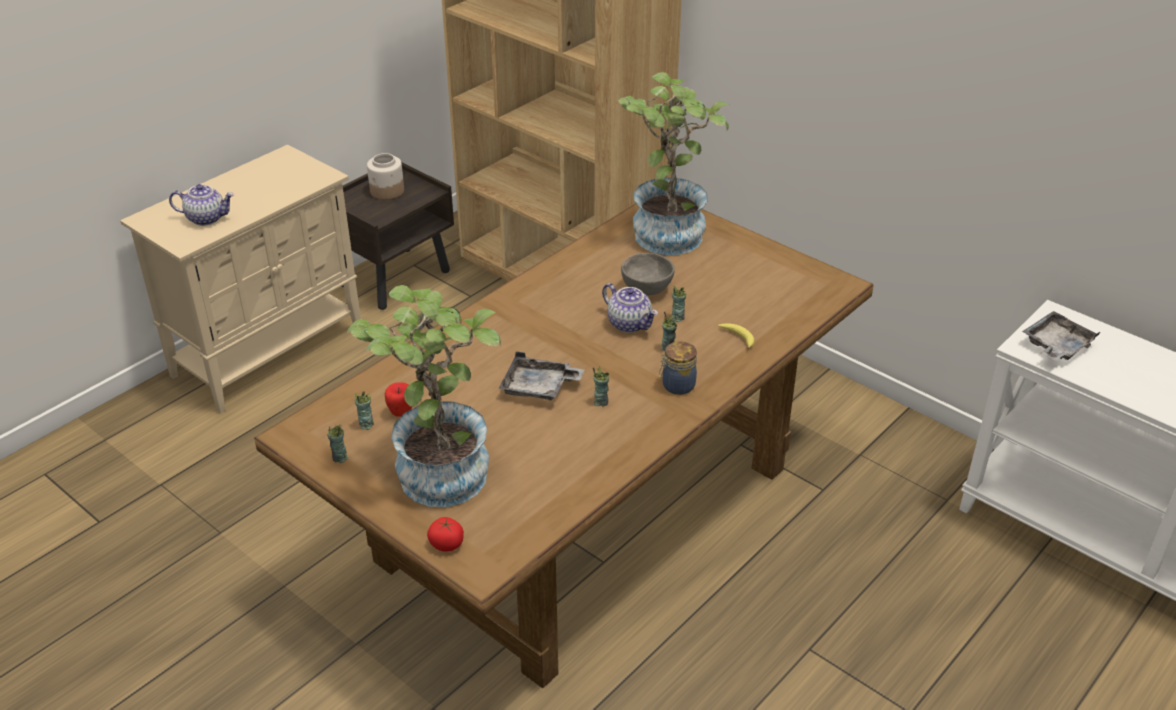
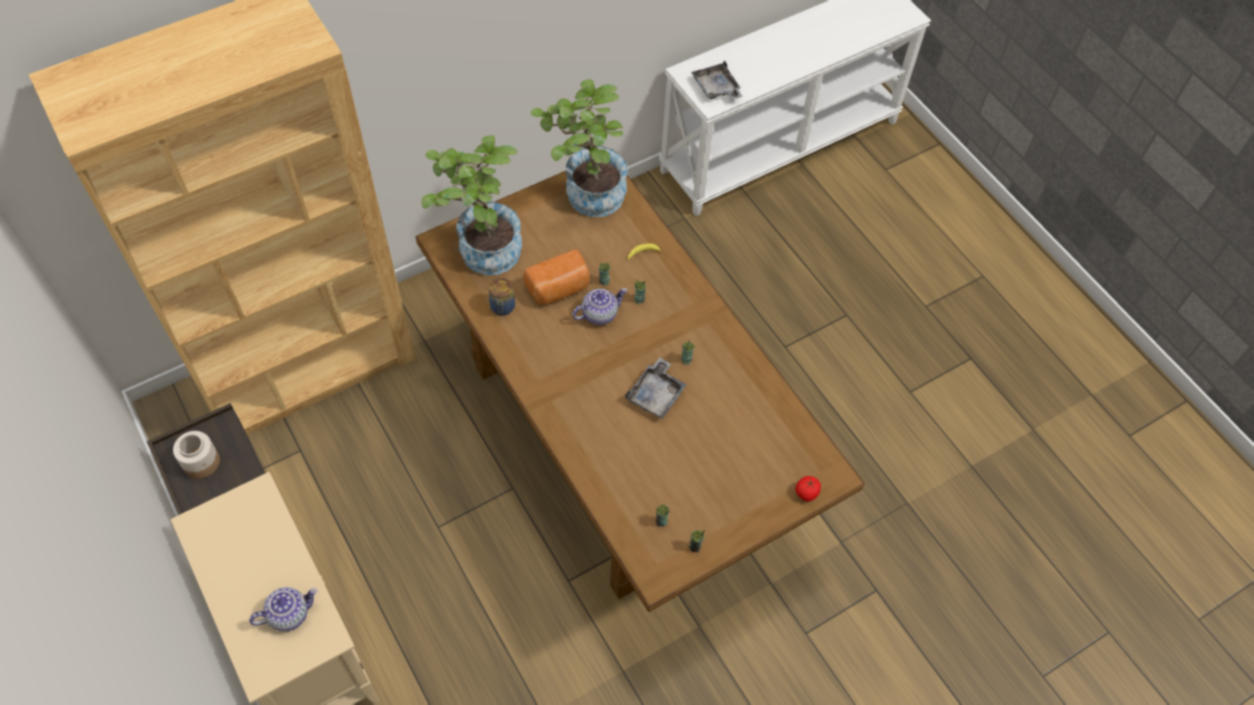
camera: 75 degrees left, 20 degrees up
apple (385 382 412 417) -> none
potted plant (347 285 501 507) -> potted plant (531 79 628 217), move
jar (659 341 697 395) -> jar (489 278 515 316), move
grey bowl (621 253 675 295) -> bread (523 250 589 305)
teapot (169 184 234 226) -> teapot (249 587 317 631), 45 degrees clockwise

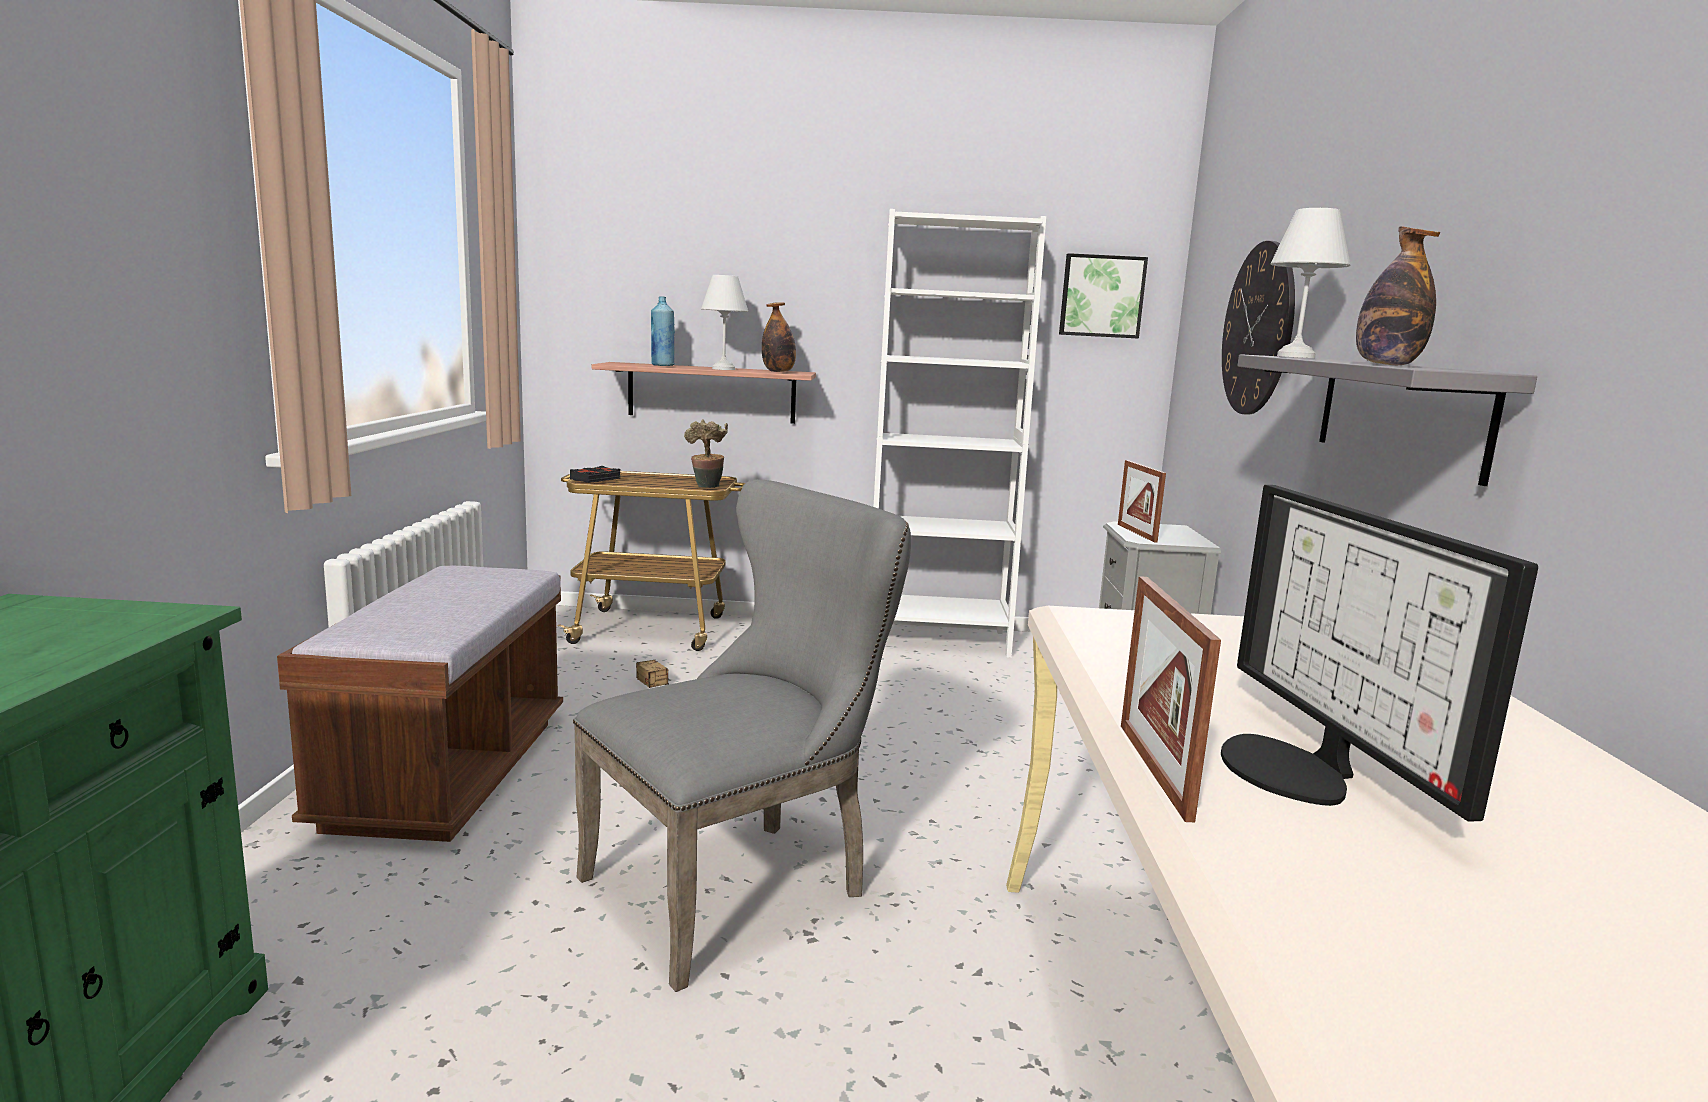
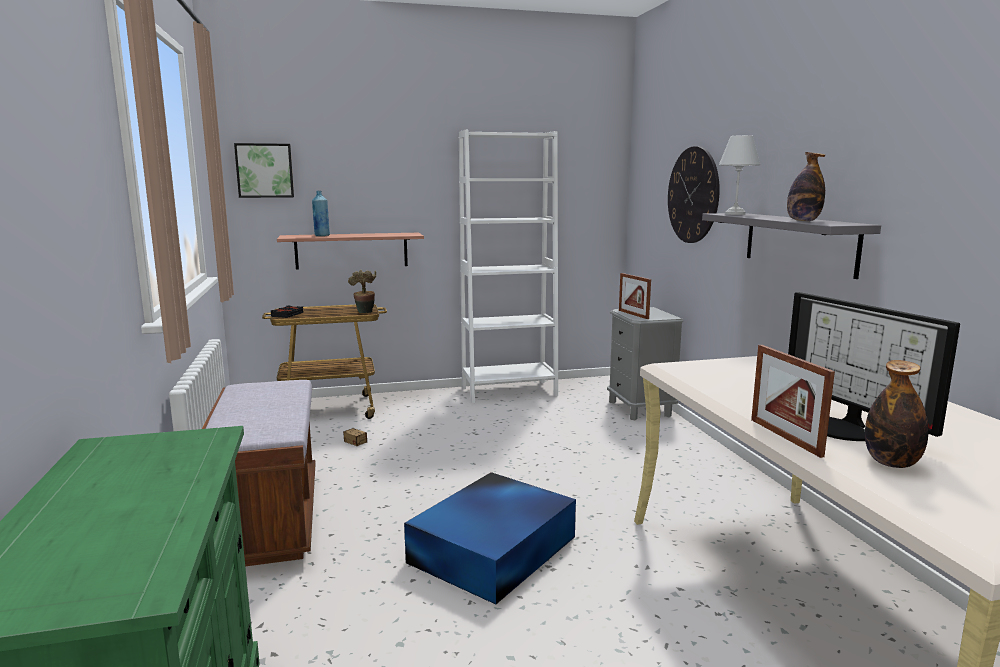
camera: 15 degrees left, 0 degrees up
white table lamp (701 275 748 370) -> none
bottle (762 302 796 372) -> bottle (865 360 929 468), move
picture (1059 253 1148 339) -> picture (234 143 294 198), move
grey chair (573 479 911 992) -> blue storage box (404 472 576 604)

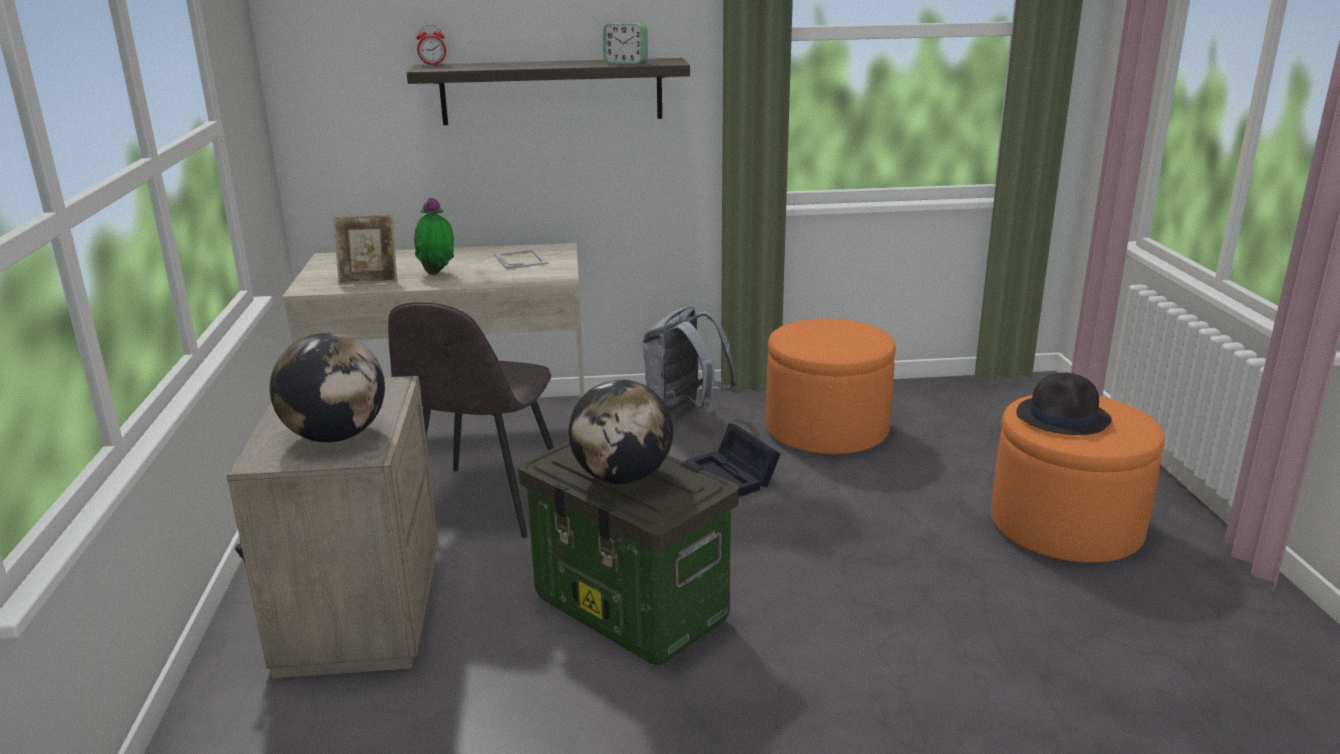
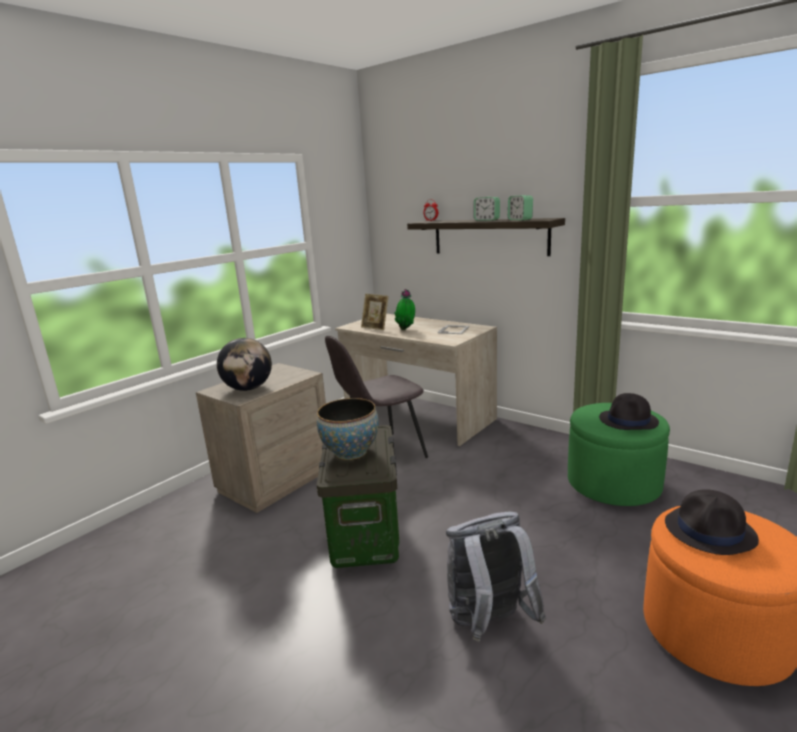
camera: 45 degrees right, 5 degrees down
black storage box (687 423 781 497) -> none
none -> alarm clock (474 197 500 221)
none -> black hat (599 393 659 430)
grey backpack (642 306 738 423) -> grey backpack (446 511 546 642), move
globe (569 379 673 484) -> bowl (317 398 379 460)
orange ottoman (766 318 896 454) -> green ottoman (568 403 670 506)

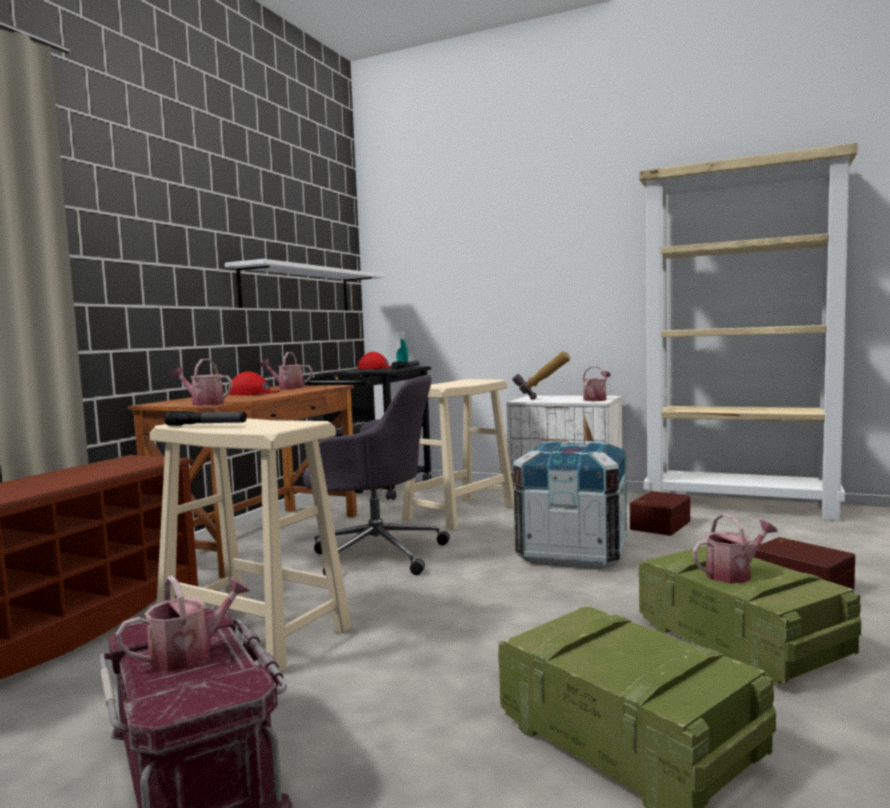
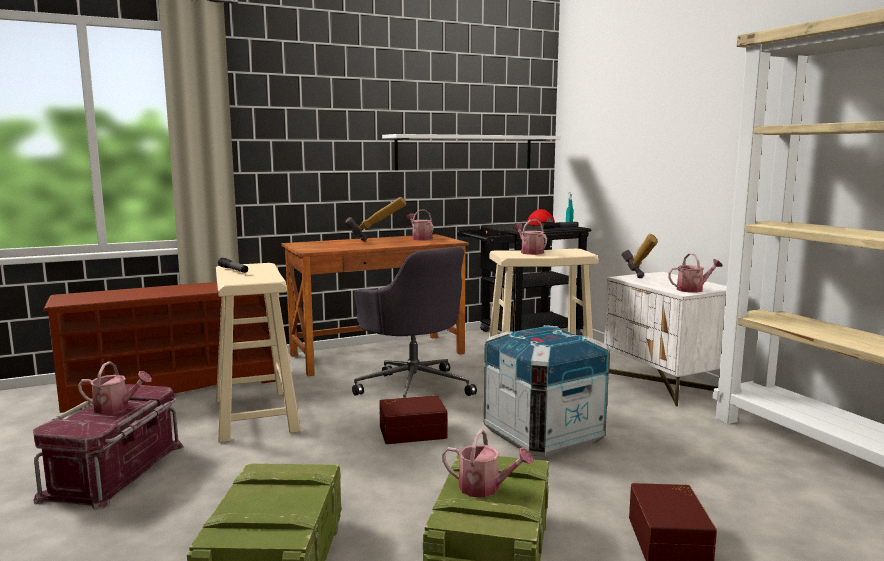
camera: 40 degrees right, 5 degrees up
watering can (171 359 232 406) -> watering can (513 219 547 255), move
brown storage box (630 491 690 536) -> brown storage box (379 395 447 444), move
red cap (228 372 280 395) -> hammer (345 197 406 241)

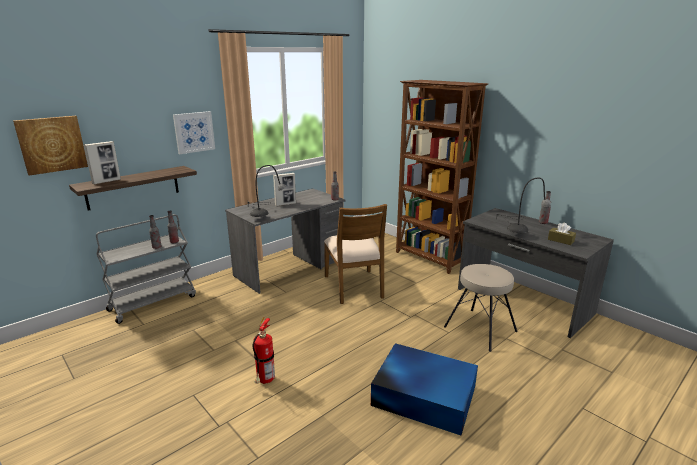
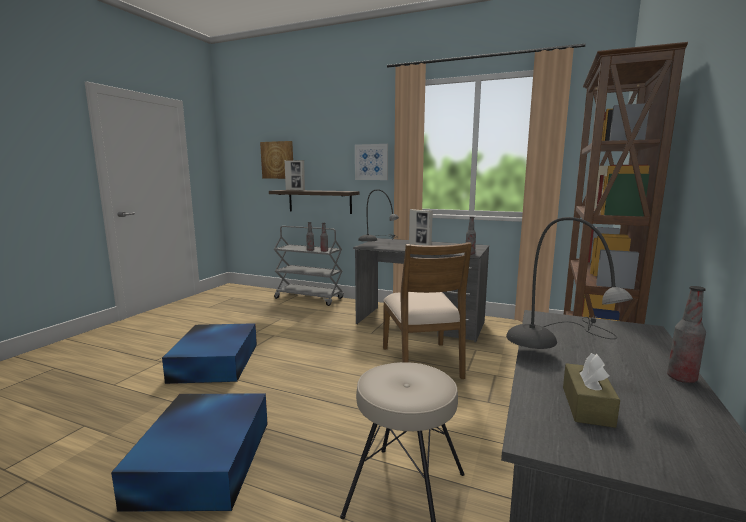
camera: 65 degrees right, 10 degrees down
fire extinguisher (252 318 275 384) -> blue storage box (162 323 257 384)
brown chair (324 204 387 304) -> brown chair (383 242 472 379), 60 degrees counterclockwise

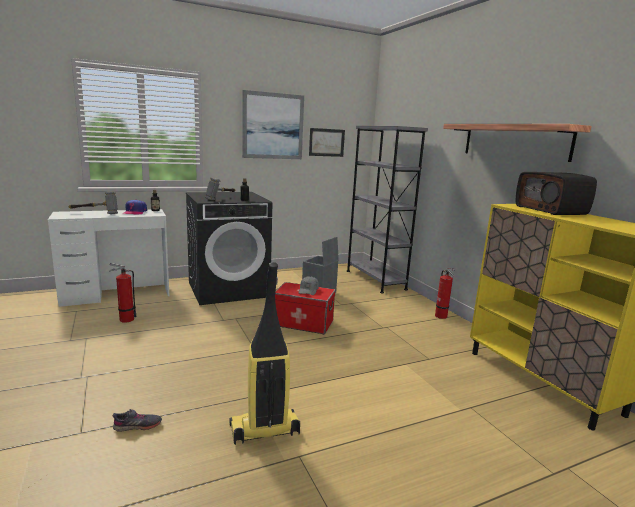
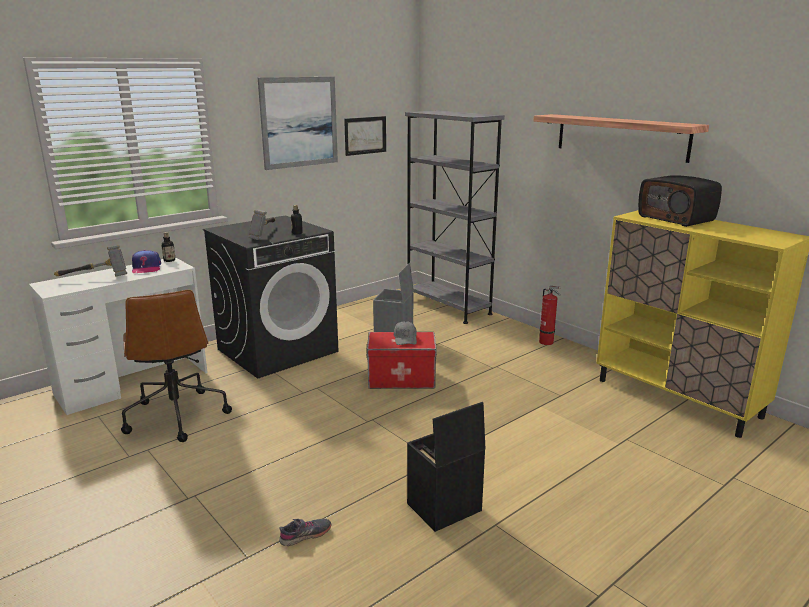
camera: 15 degrees left, 5 degrees up
fire extinguisher (110 263 136 323) -> brown office chair (121 290 232 442)
vacuum cleaner (229 262 300 445) -> black storage box (407 402 485 532)

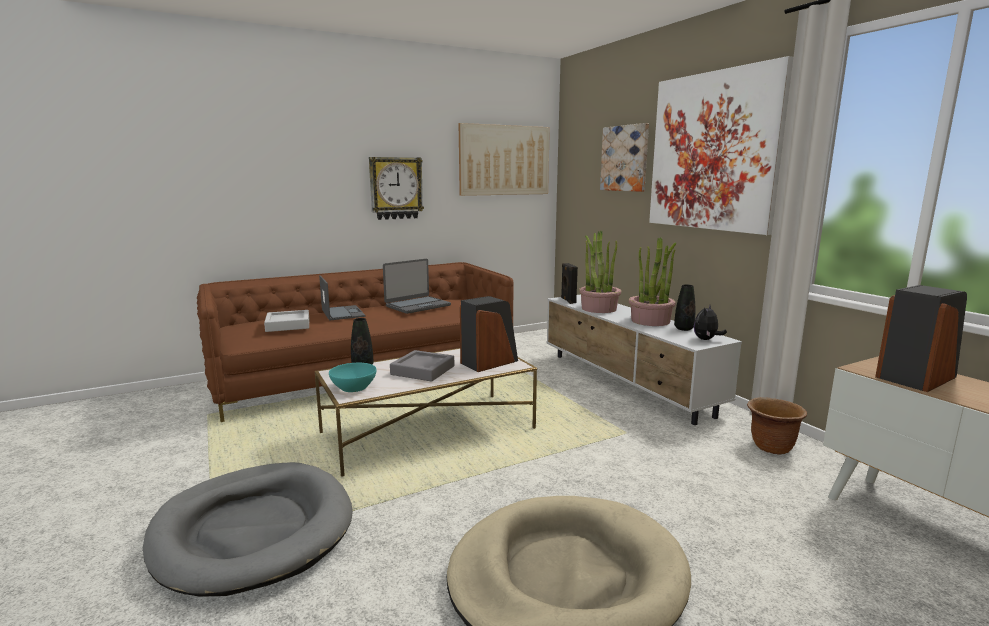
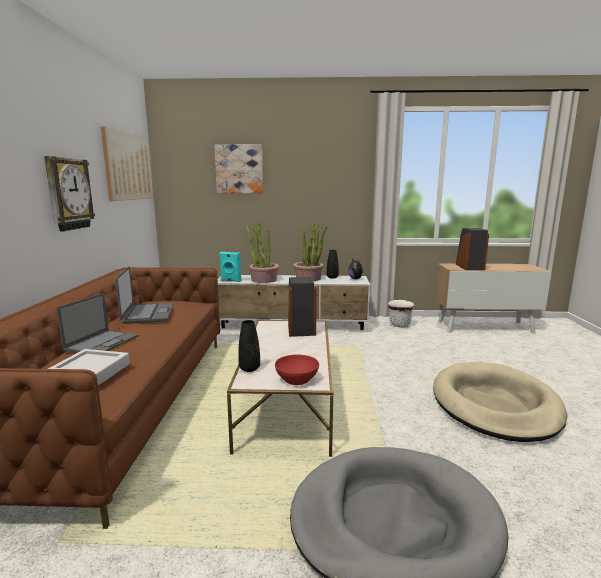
camera: 60 degrees left, 0 degrees up
grey tray (390 350 454 381) -> none
picture (649 56 793 235) -> none
turquoise bowl (329 363 377 392) -> red bowl (275 355 319 385)
black speaker (561 263 578 304) -> turquoise speaker (219 252 241 282)
brown planter (747 397 807 455) -> white planter (387 300 415 327)
laptop (319 275 365 321) -> laptop (56 293 139 353), 105 degrees clockwise

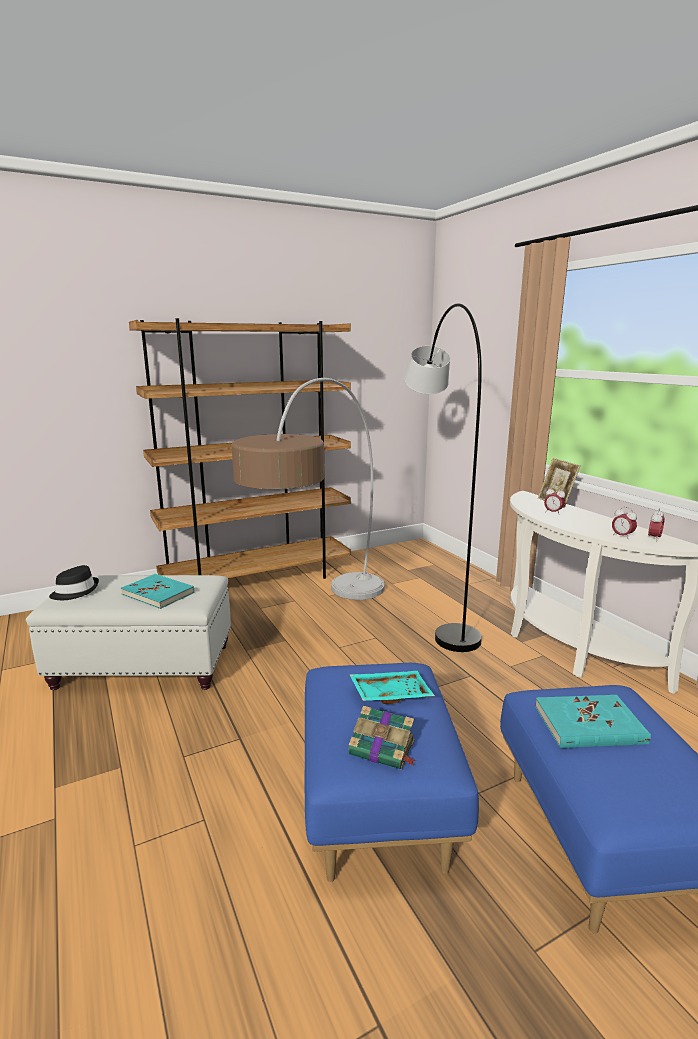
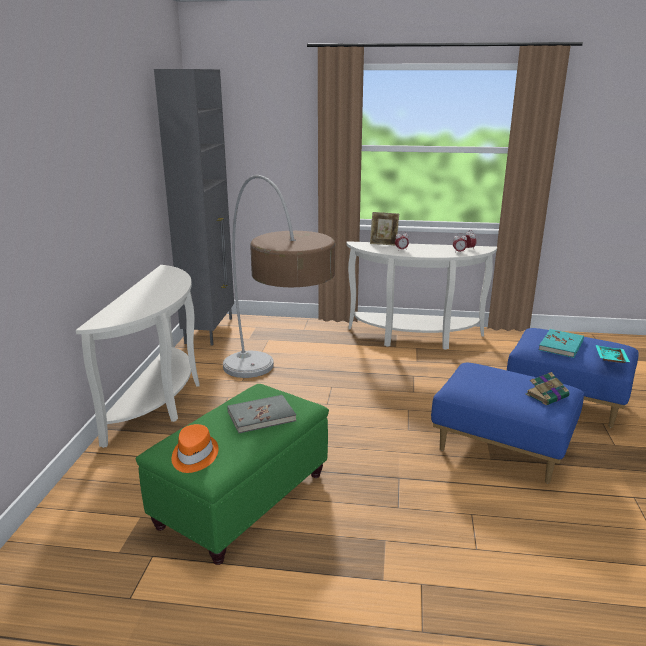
camera: 55 degrees left, 5 degrees up
grey floor lamp (405 303 482 652) -> none
none -> grey cabinet (154 69 234 346)
turquoise tray (349 671 435 704) -> turquoise tray (596 345 630 363), move
brown bookcase (129 318 351 579) -> white console table (76 265 199 448)
white ottoman (26 575 231 690) -> green ottoman (136 384 329 565)
black hat (49 565 99 600) -> orange hat (172 424 219 473)
turquoise book (121 574 194 609) -> grey book (227 395 296 433)

